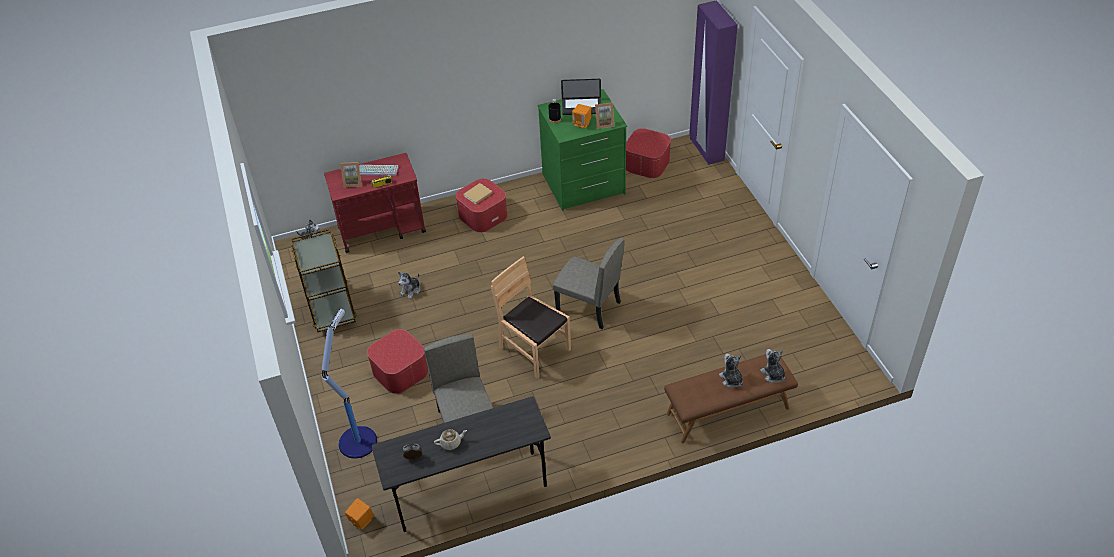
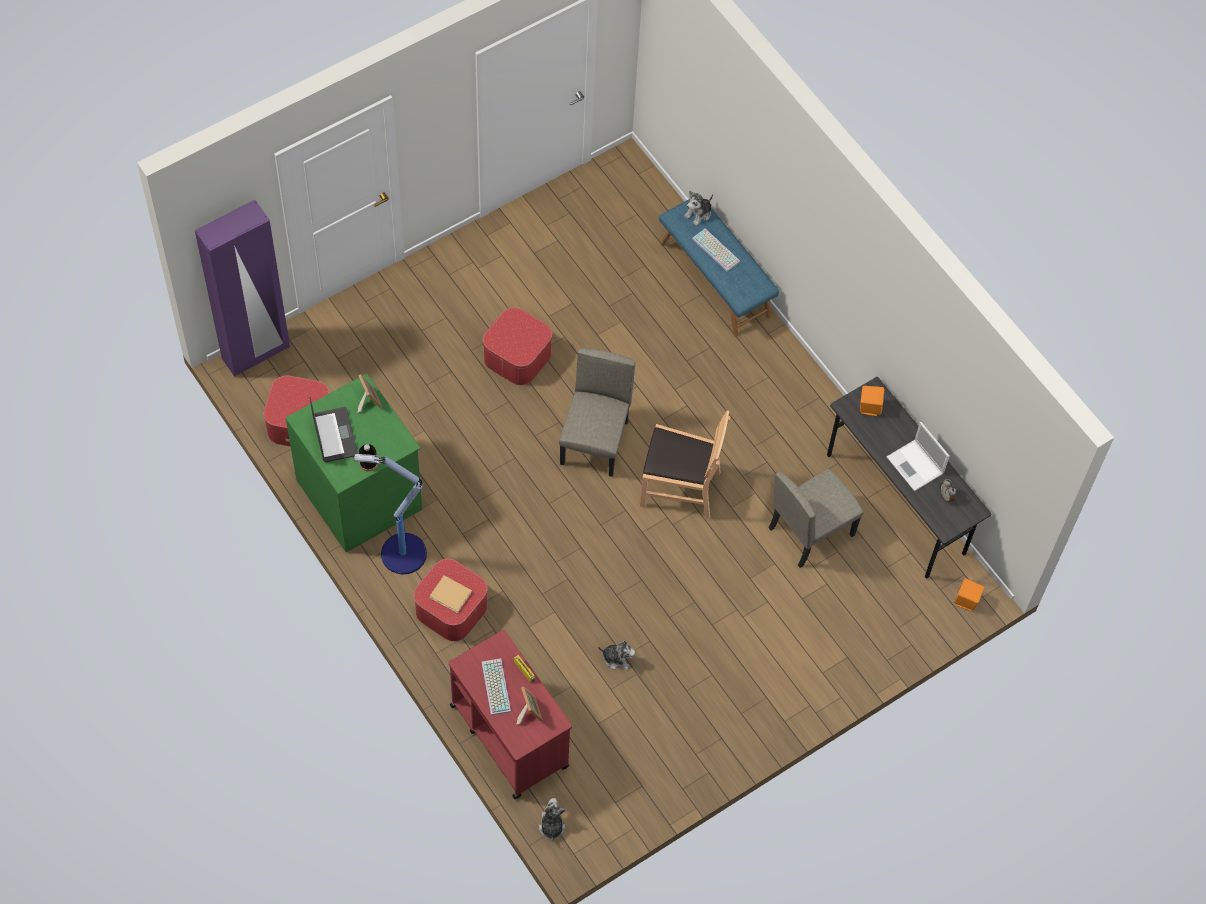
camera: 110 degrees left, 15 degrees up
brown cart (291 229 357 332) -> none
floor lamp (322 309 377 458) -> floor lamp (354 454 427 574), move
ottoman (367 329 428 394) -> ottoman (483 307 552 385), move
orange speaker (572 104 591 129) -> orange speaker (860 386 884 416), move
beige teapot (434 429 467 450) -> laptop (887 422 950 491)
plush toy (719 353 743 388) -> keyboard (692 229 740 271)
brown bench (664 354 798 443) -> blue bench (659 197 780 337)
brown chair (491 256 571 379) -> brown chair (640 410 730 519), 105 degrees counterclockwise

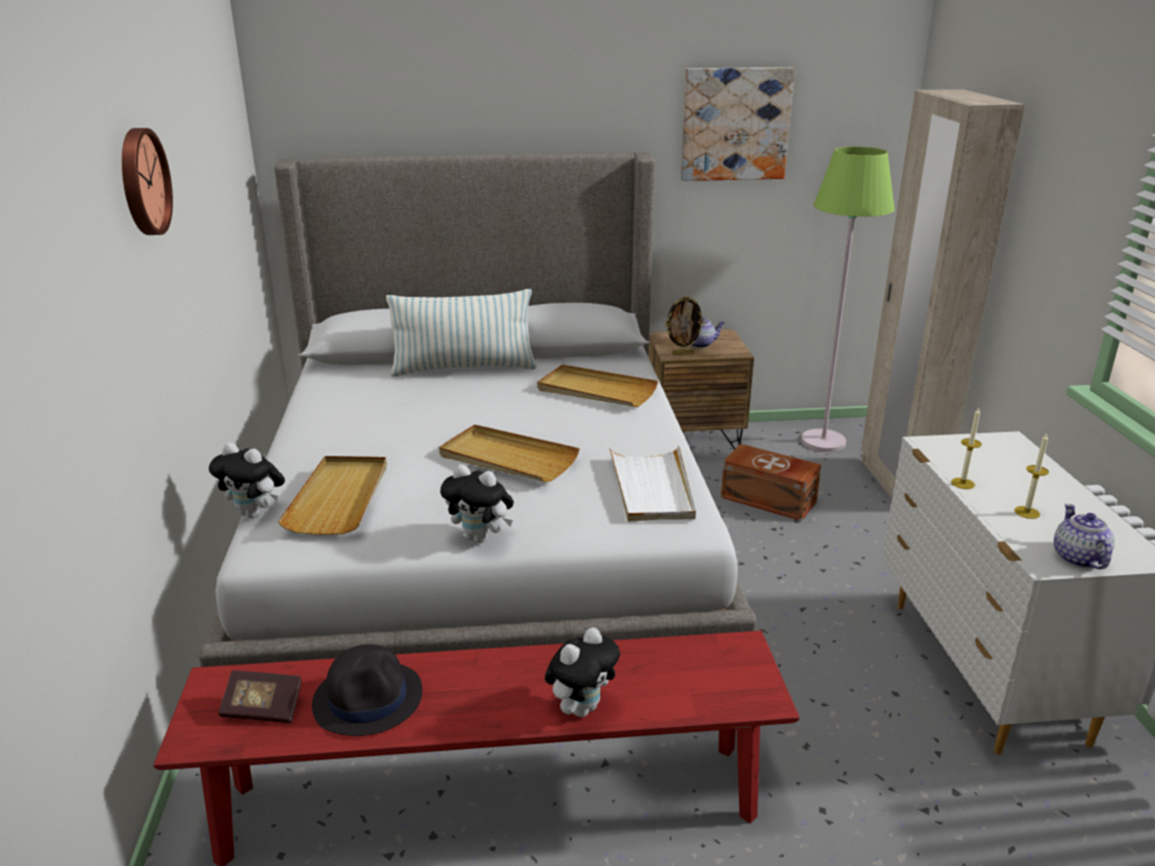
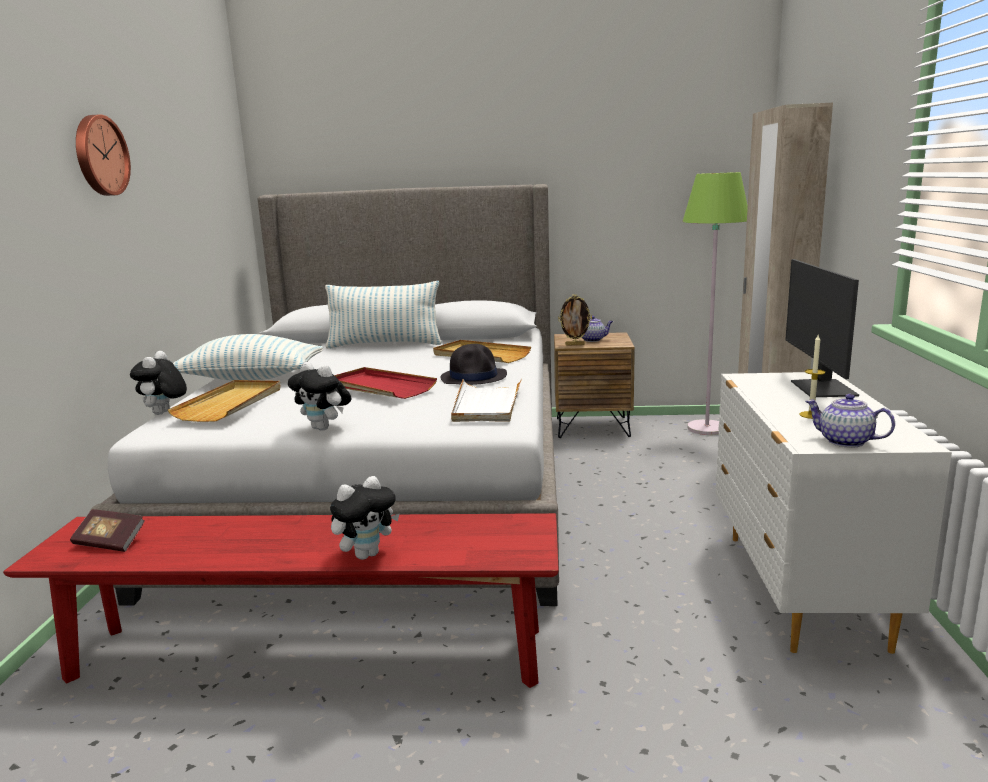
camera: 10 degrees right, 10 degrees down
picture (681 67 795 181) -> none
brown storage box (721 444 821 521) -> none
candle (951 408 982 489) -> none
none -> pillow (173 334 323 381)
none -> monitor (785 259 859 397)
black hat (312 644 422 736) -> black hat (441 344 507 385), move
beige tray (439 424 580 482) -> red tray (334 367 437 399)
plush toy (209 442 285 518) -> plush toy (130 351 187 415), 60 degrees clockwise
teapot (1054 504 1115 569) -> teapot (805 394 895 448), 60 degrees counterclockwise

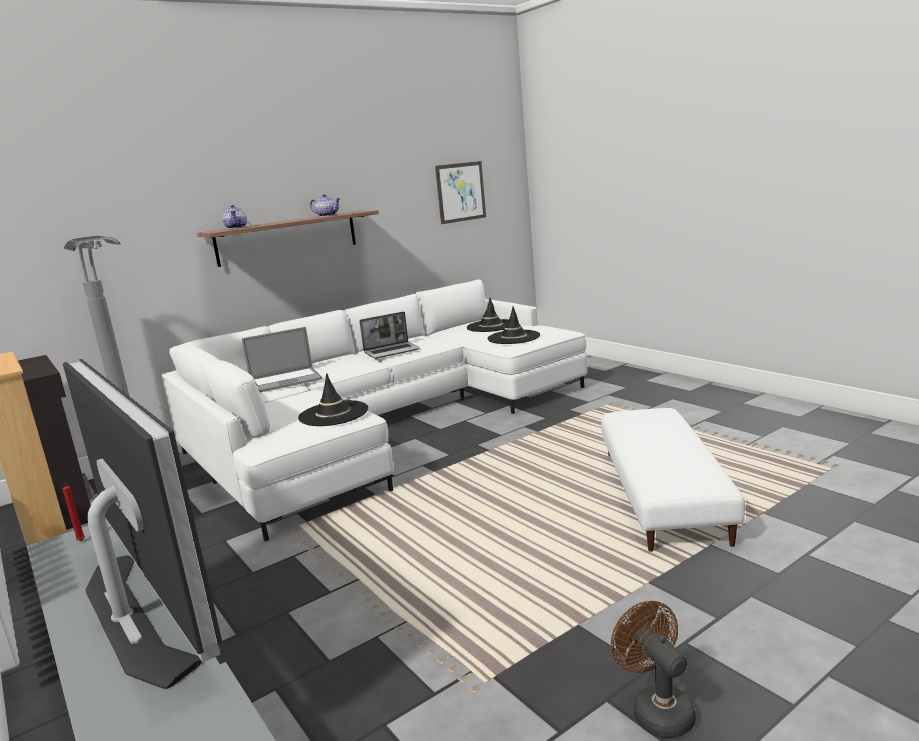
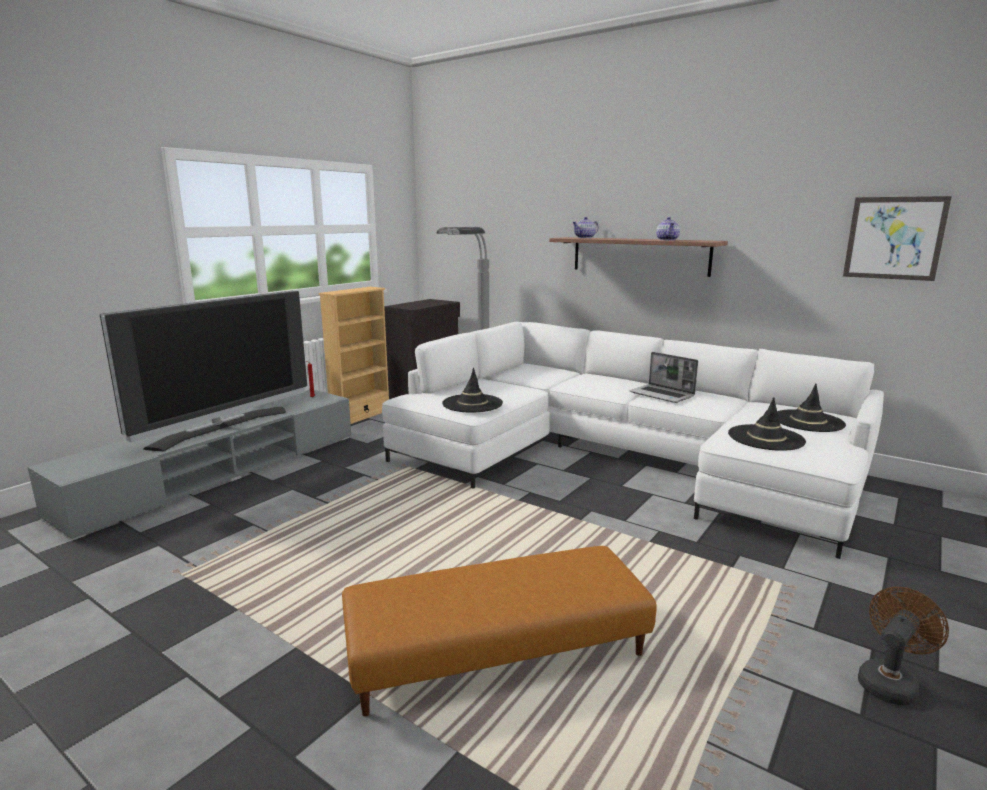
camera: 70 degrees right, 0 degrees up
laptop (242 327 322 392) -> none
brown fan (611 601 696 738) -> brown fan (858 587 949 706), move
white ottoman (601 408 745 552) -> brown ottoman (342 546 657 717)

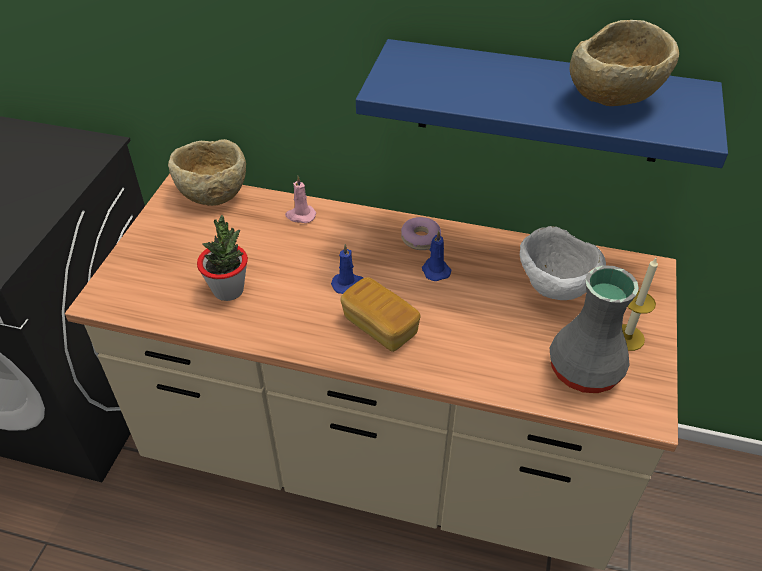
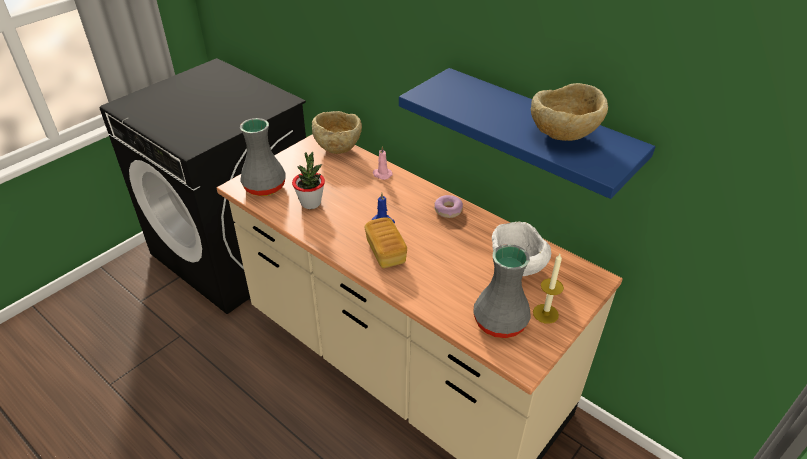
camera: 25 degrees right, 5 degrees down
blue candle (422 231 451 281) -> none
none -> grey vase (240 118 286 196)

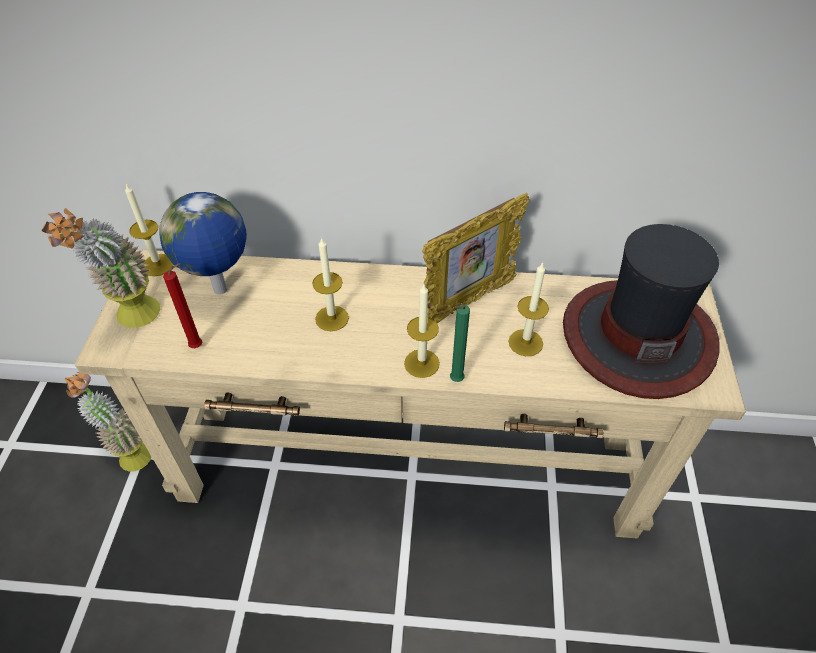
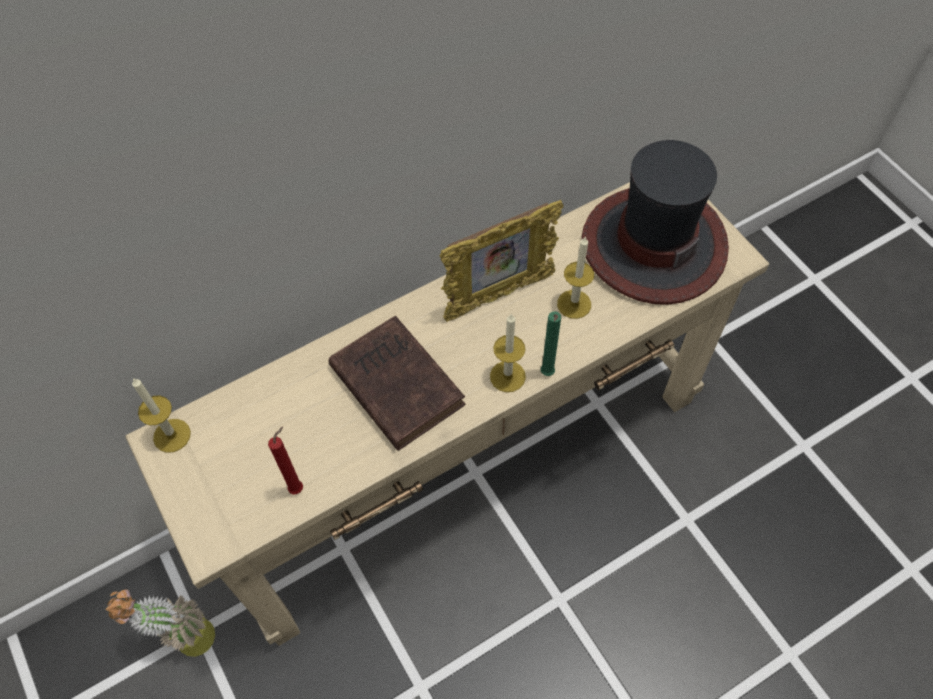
camera: 35 degrees left, 10 degrees up
potted plant (41 208 160 328) -> none
globe (159 192 247 295) -> none
candle (312 237 349 331) -> brown book (329 316 466 451)
picture frame (422 193 529 324) -> picture frame (439 200 564 322), 45 degrees clockwise

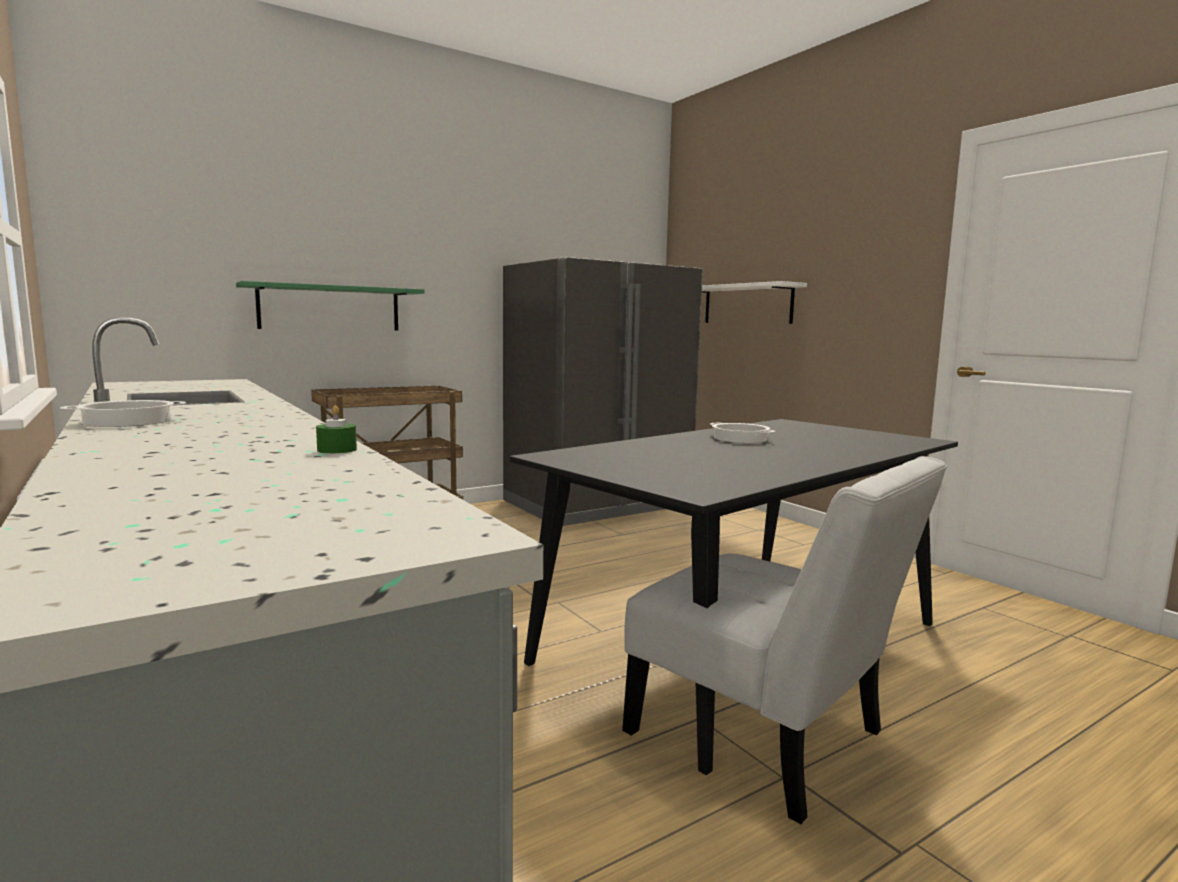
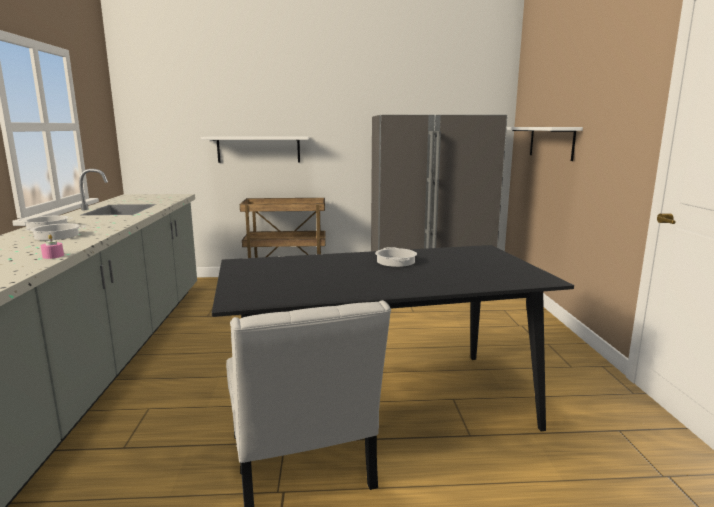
camera: 30 degrees right, 5 degrees up
none -> cooking pot (25 223 86 240)
green shelf (236 281 424 331) -> white shelf (201 136 309 163)
green candle (316 406 357 454) -> pink candle (41 235 64 259)

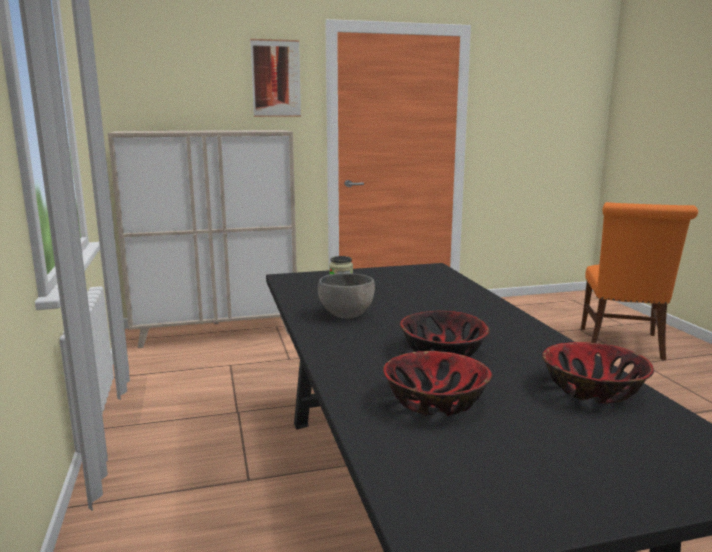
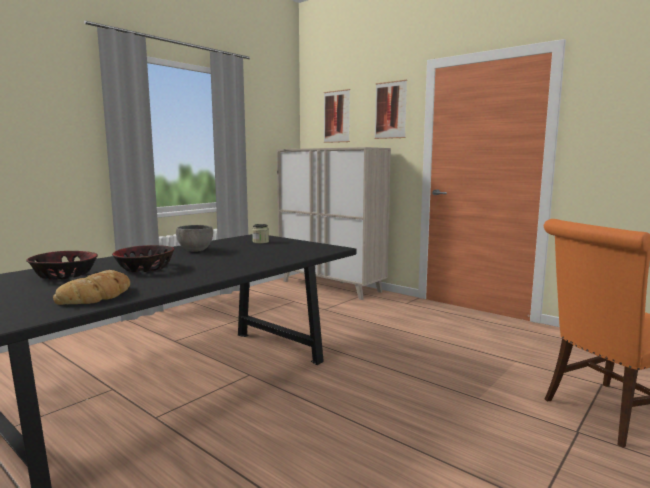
camera: 55 degrees right, 5 degrees down
none -> picture (324 89 350 143)
bowl (542 342 654 404) -> bread (53 270 130 305)

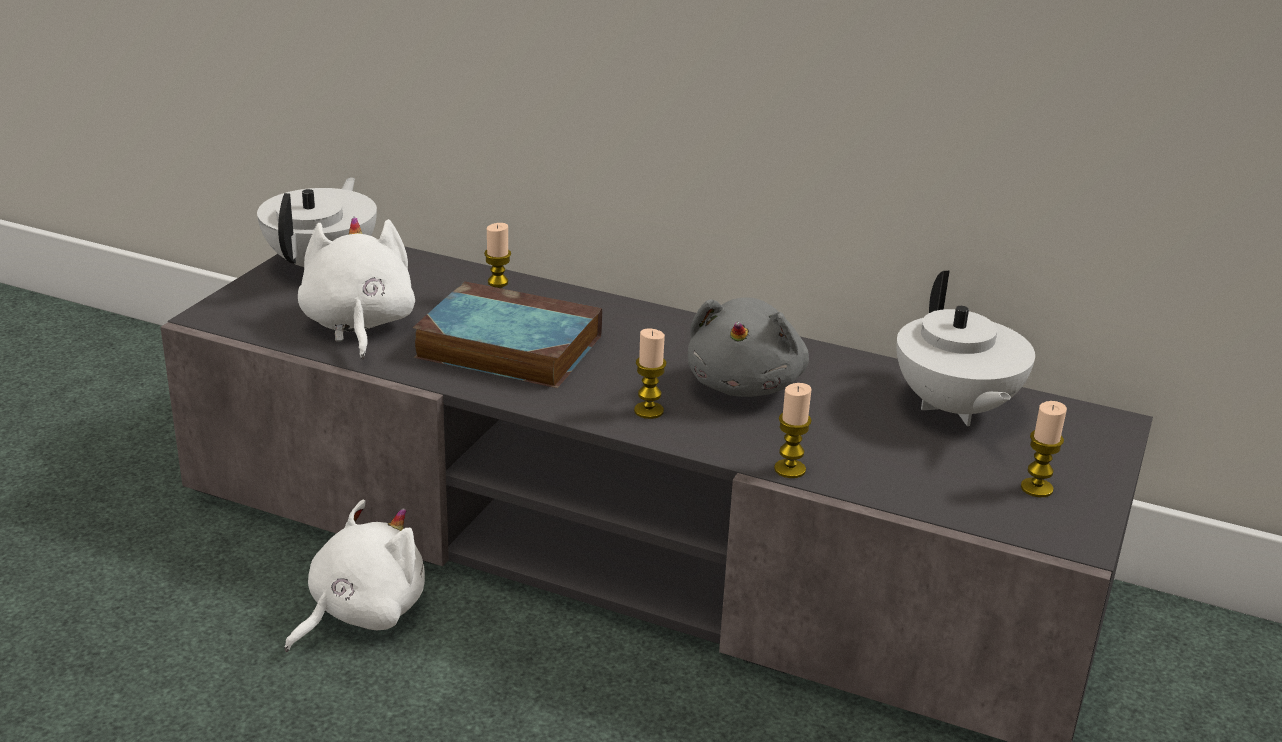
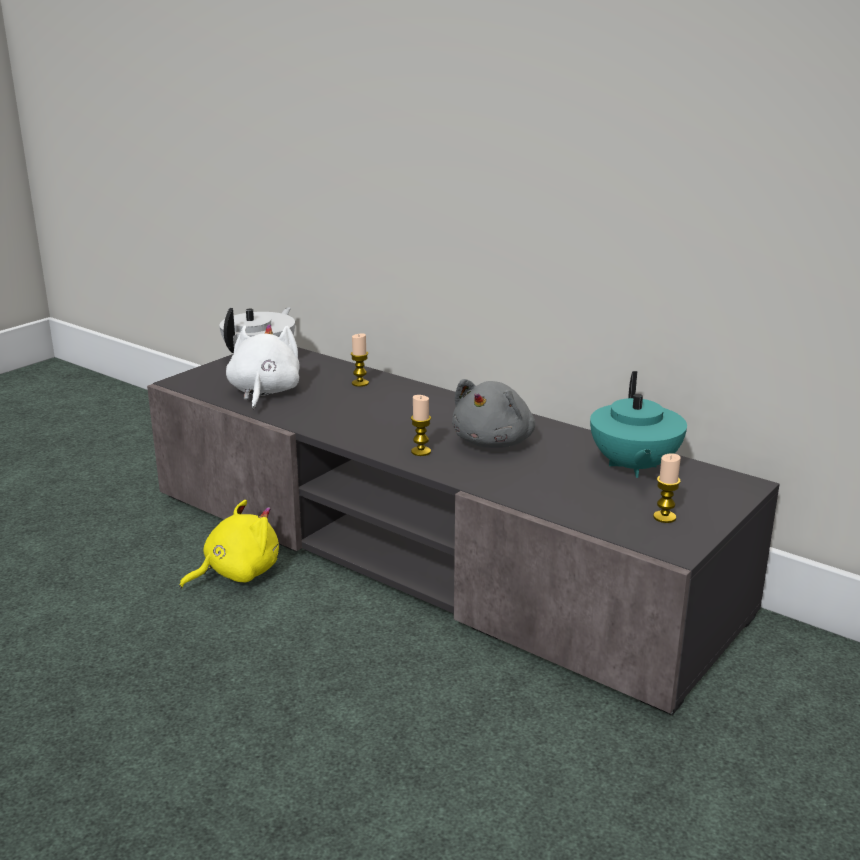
camera: 15 degrees right, 5 degrees down
book (413 281 602 388) -> none
candle (774 383 812 478) -> none
white plush toy (284 500 425 652) -> yellow plush toy (179 500 279 589)
white teapot (897 271 1035 426) -> turquoise teapot (590 371 687 478)

